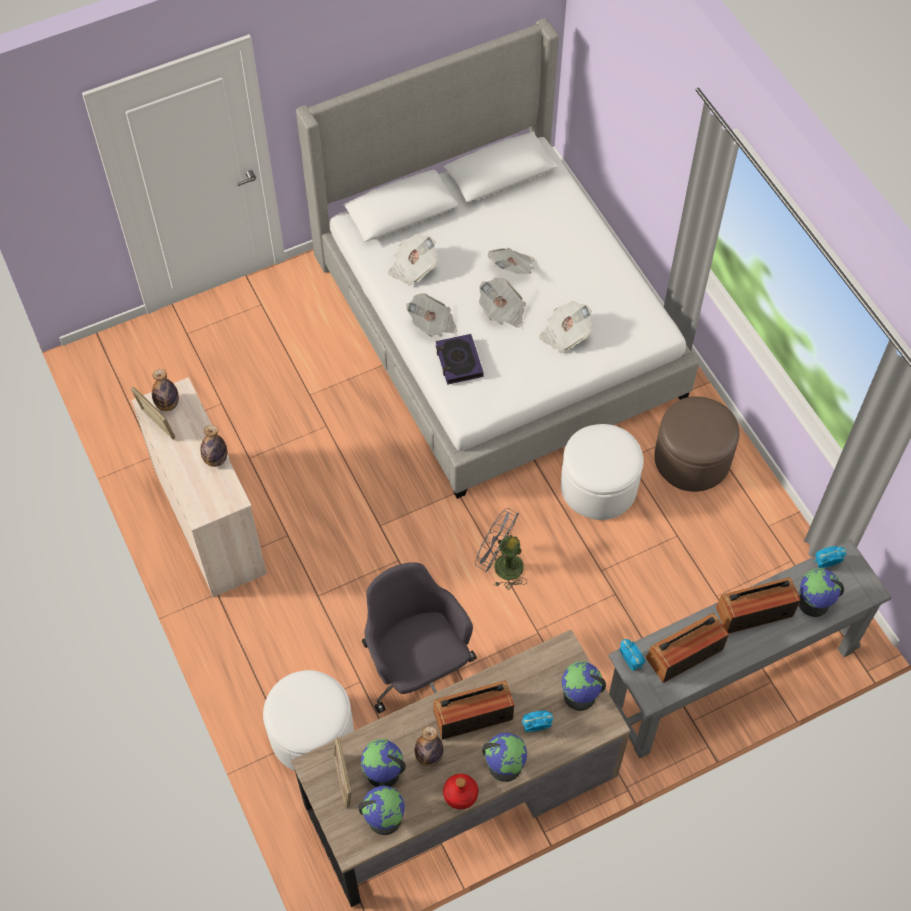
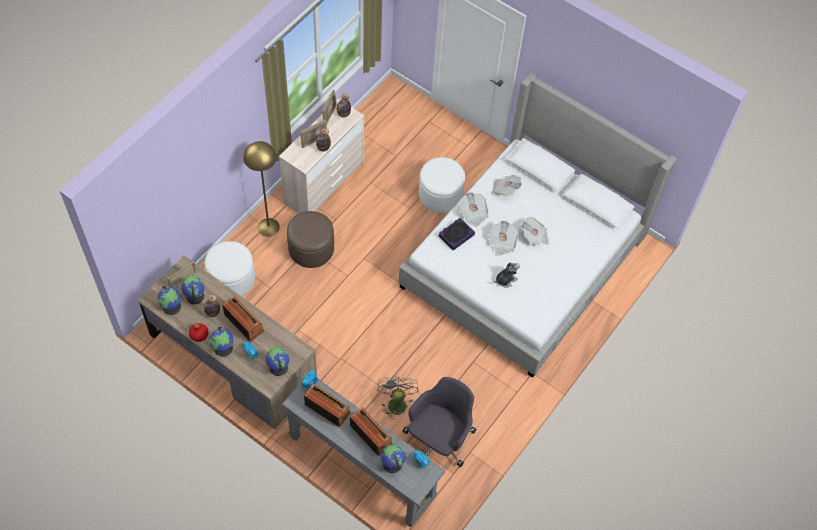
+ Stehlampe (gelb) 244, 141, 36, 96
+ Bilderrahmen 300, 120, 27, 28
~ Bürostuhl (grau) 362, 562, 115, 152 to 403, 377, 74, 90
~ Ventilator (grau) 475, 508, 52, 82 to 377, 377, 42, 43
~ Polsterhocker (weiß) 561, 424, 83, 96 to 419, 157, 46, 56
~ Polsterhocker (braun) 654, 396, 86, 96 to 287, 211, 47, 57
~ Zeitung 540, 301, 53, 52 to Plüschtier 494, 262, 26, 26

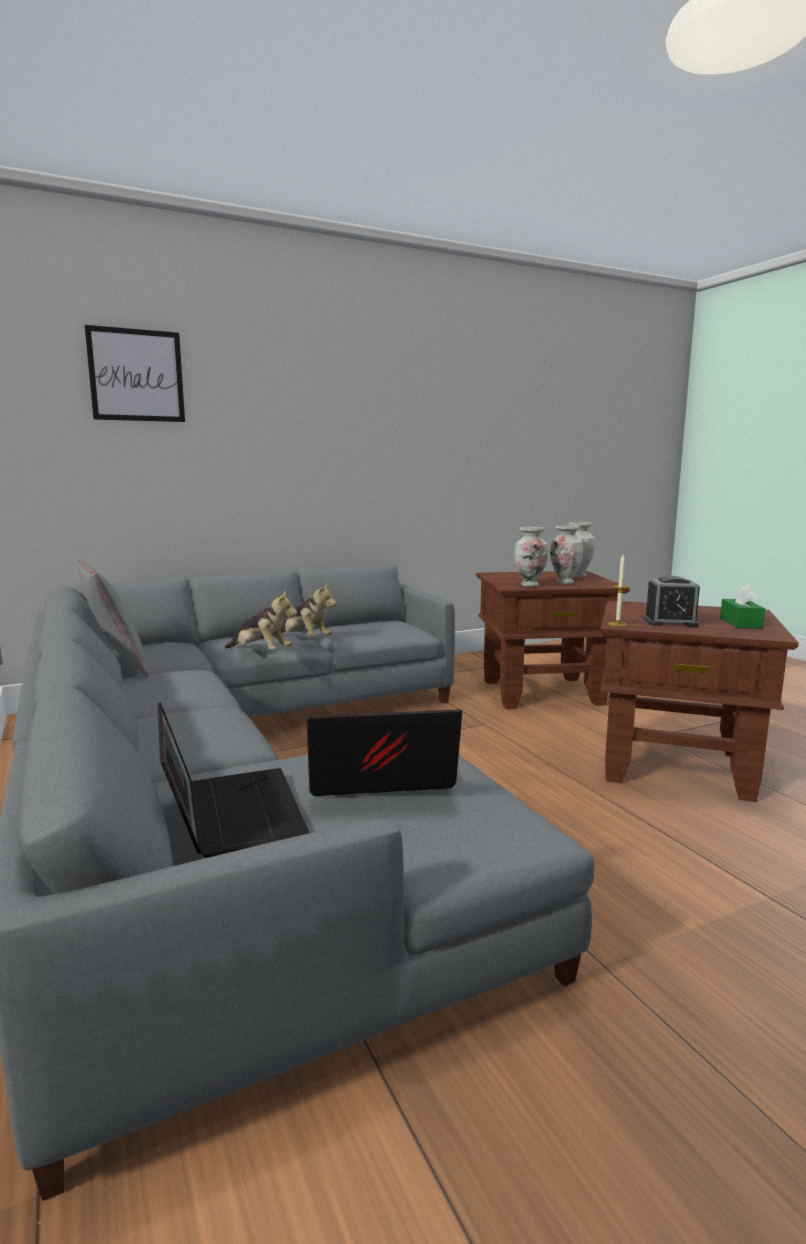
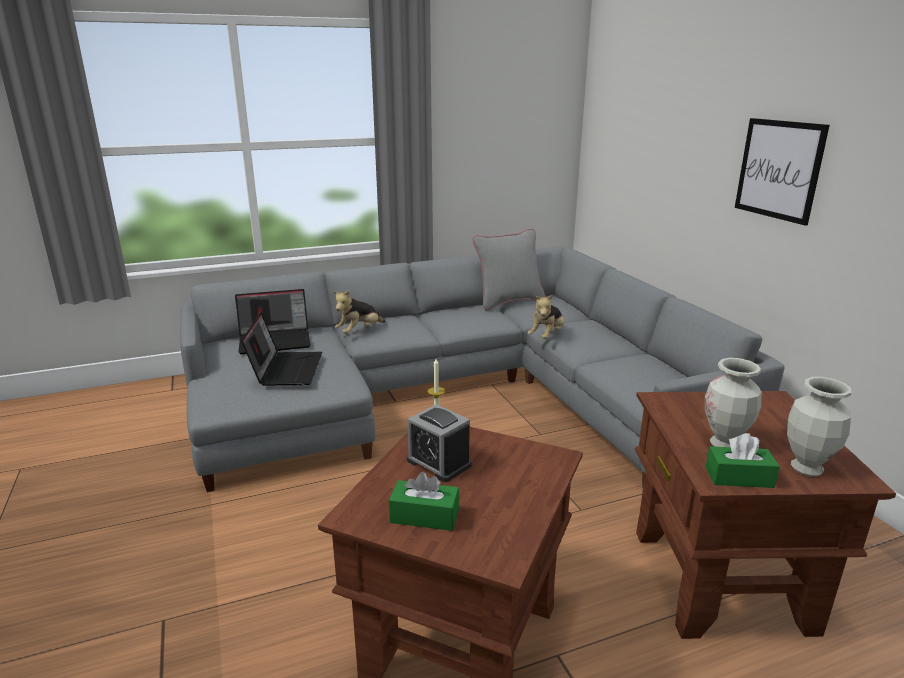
- Vase 514, 527, 34, 60
+ Taschentuchbox (grün) 706, 433, 74, 55
~ Bild 85, 325, 100, 97 to 735, 118, 95, 108
~ Plüschtier 280, 583, 57, 55 to 333, 290, 52, 44
~ Wecker 644, 576, 56, 51 = 407, 404, 65, 78 60 degrees counterclockwise

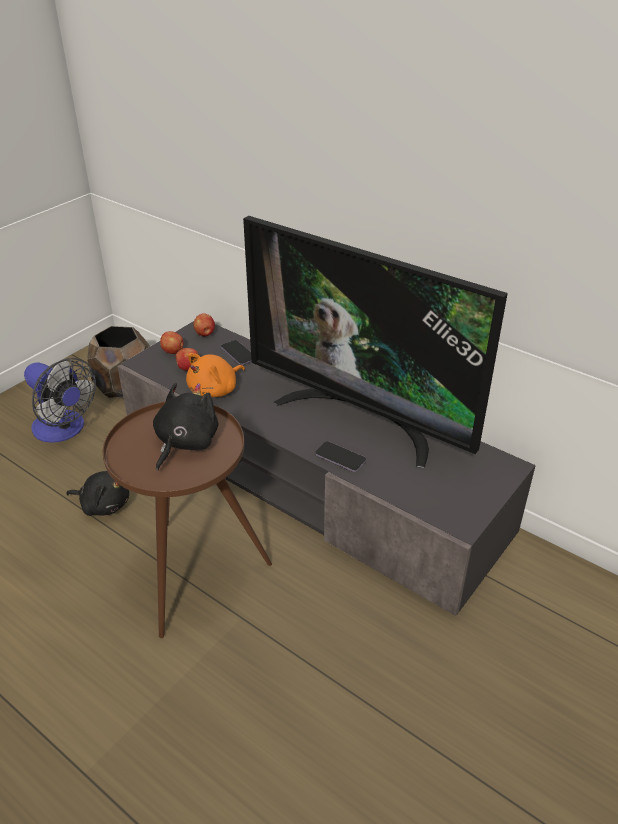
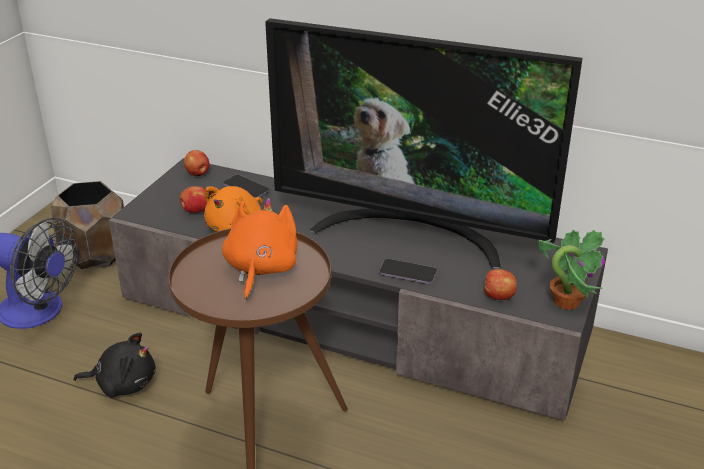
+ Topfpflanze 538, 229, 67, 81
~ Apfel 160, 331, 24, 23 to 484, 269, 33, 31
~ Plüschtier (schwarz) 153, 383, 66, 88 to Plüschtier (orange) 222, 198, 76, 102

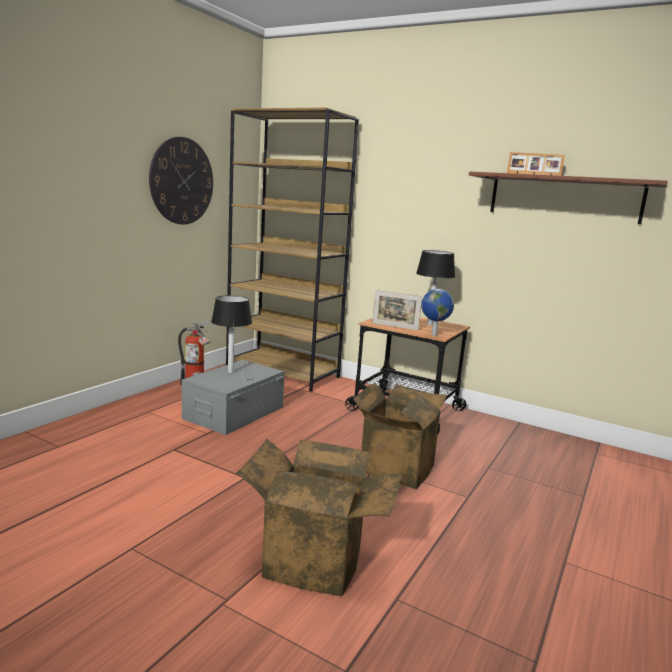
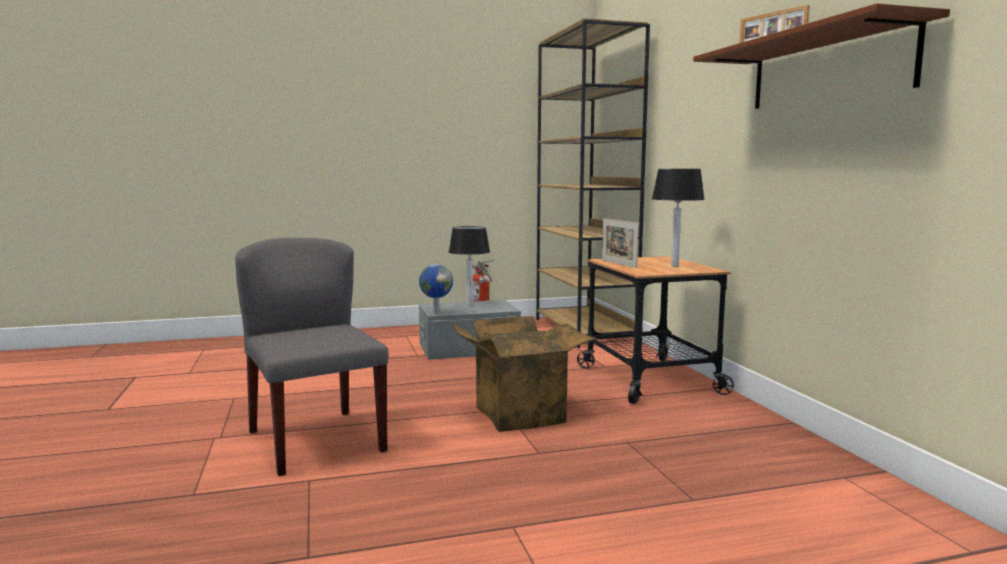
- Wanduhr 149, 137, 64, 88
~ Globus 421, 289, 33, 47 to 419, 264, 34, 50
~ Karton 236, 439, 166, 157 to Stuhl (grau) 235, 238, 154, 238

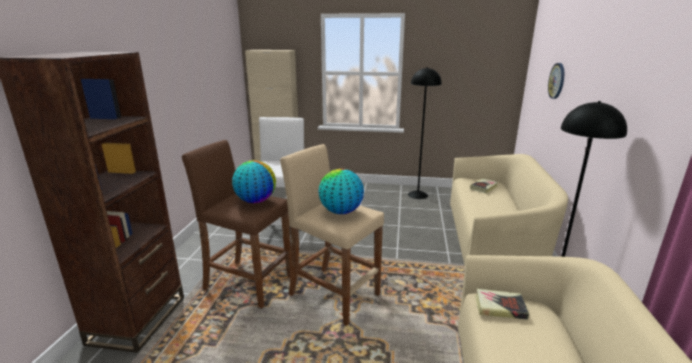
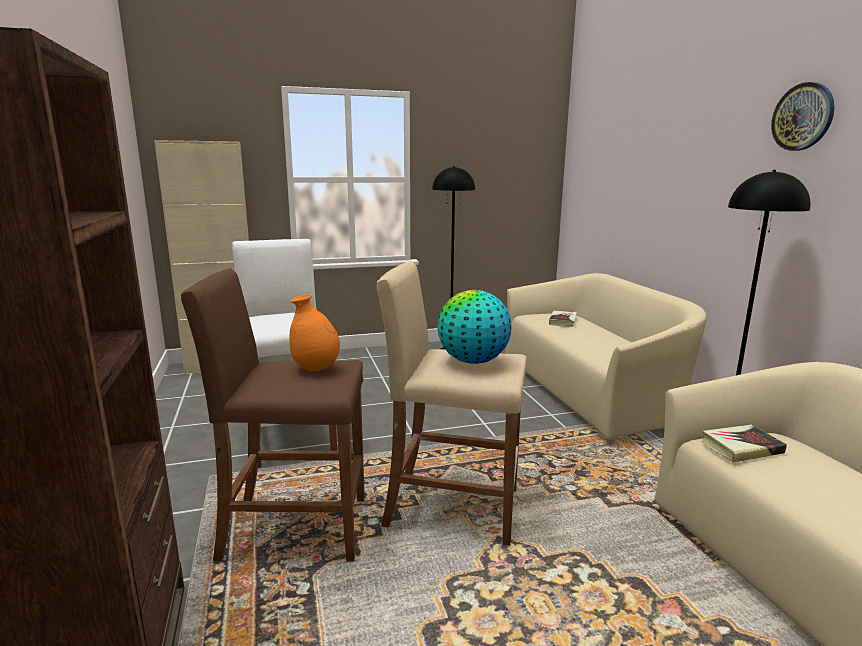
~ Wanduhr 548, 63, 16, 36 to 771, 82, 63, 69
~ Globus 232, 160, 44, 43 to Vase (orange) 289, 294, 51, 77

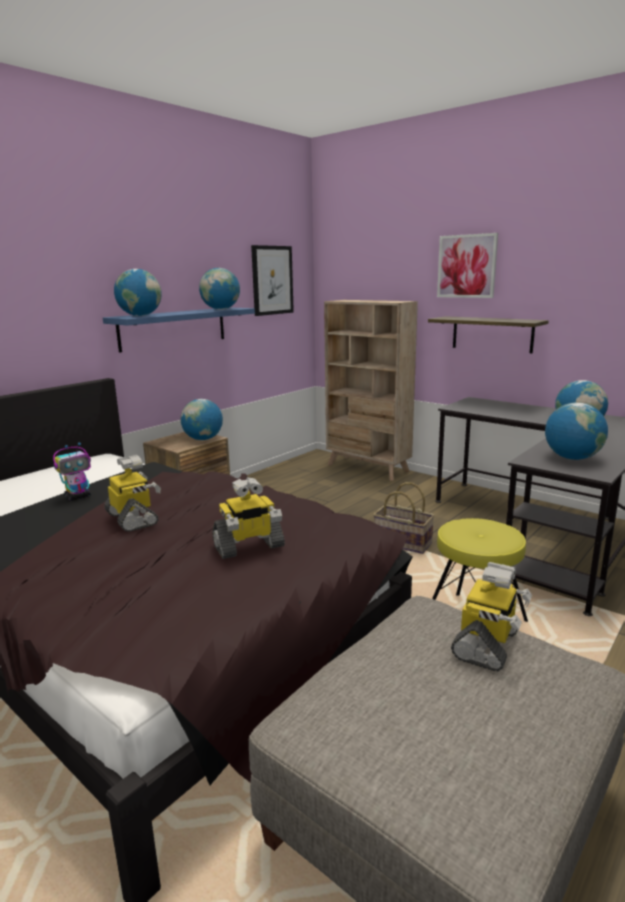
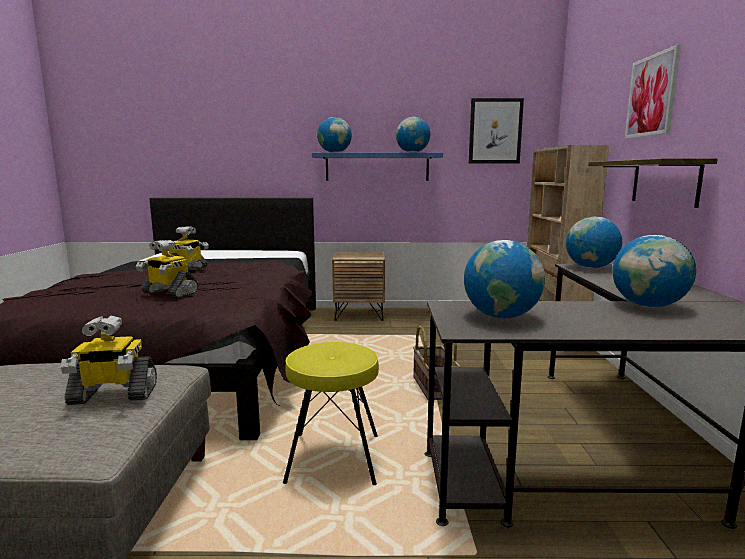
- Spielzeugroboter 53, 443, 38, 58
~ Globus 180, 399, 43, 41 to 566, 217, 56, 51

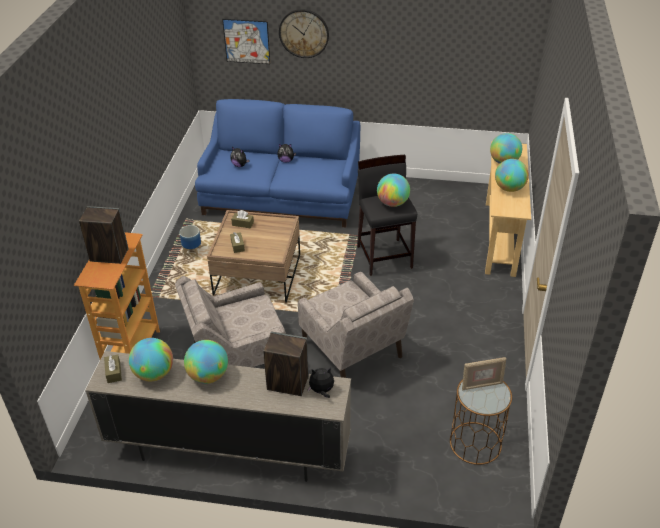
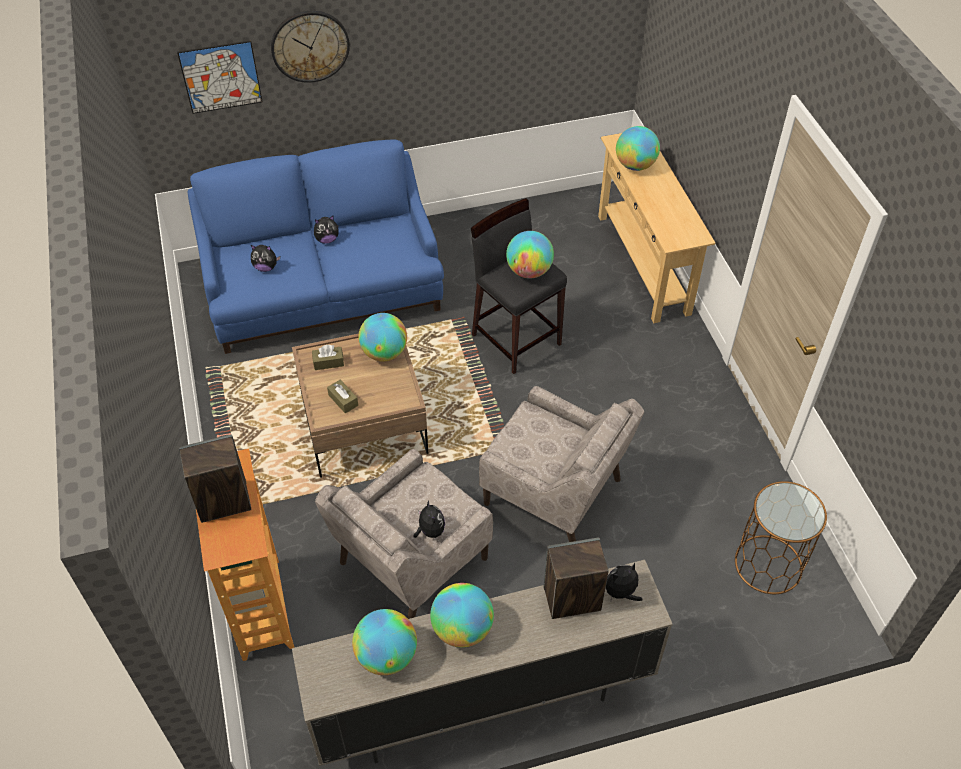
- Taschentuchbox (braun) 104, 355, 18, 28
- Pflanzkübel 179, 225, 22, 32
- Bilderrahmen 462, 357, 44, 33
+ Plüschtier 414, 500, 31, 38
~ Globus 495, 159, 34, 33 to 358, 313, 49, 48

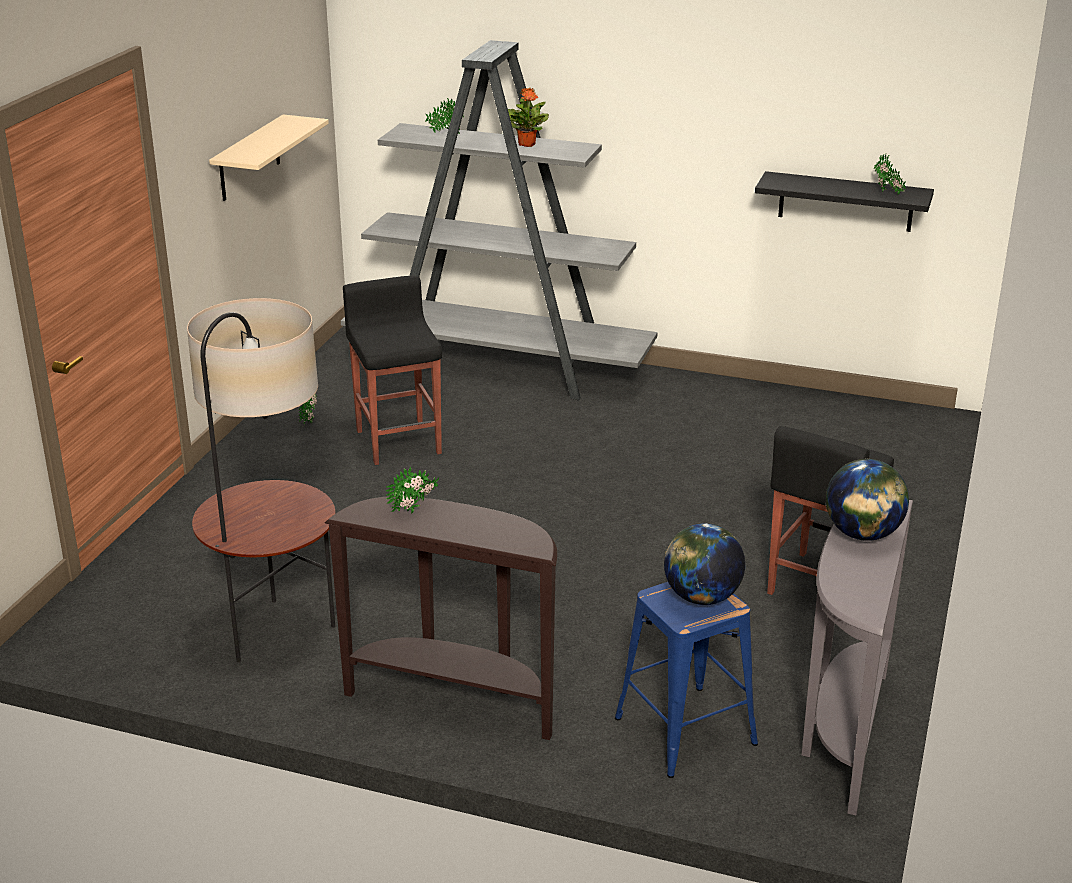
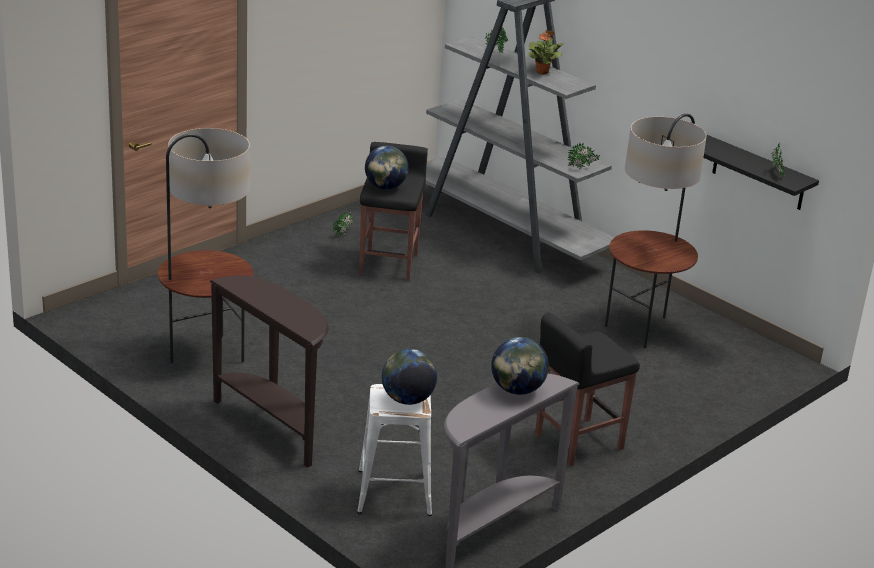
- Wandregal (beige) 209, 114, 120, 87
+ Globus 365, 145, 44, 45
+ Stehlampe 605, 114, 101, 234
~ Topfpflanze 385, 466, 54, 48 to 568, 143, 32, 27
~ Hocker (blau) 615, 582, 143, 196 to Hocker (weiß) 357, 384, 75, 132

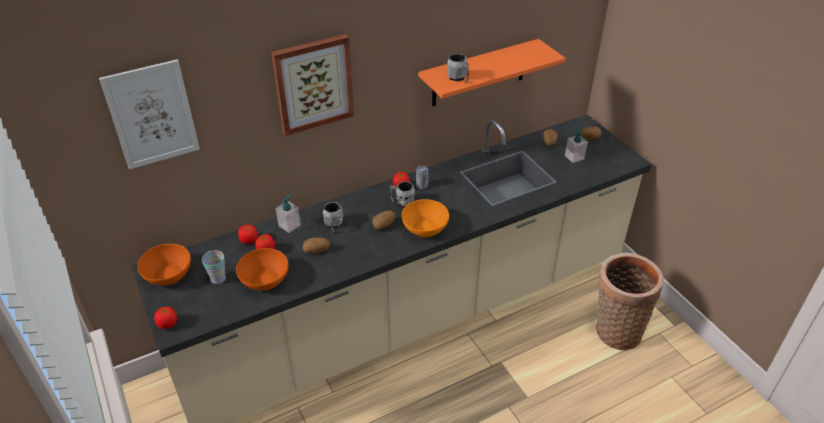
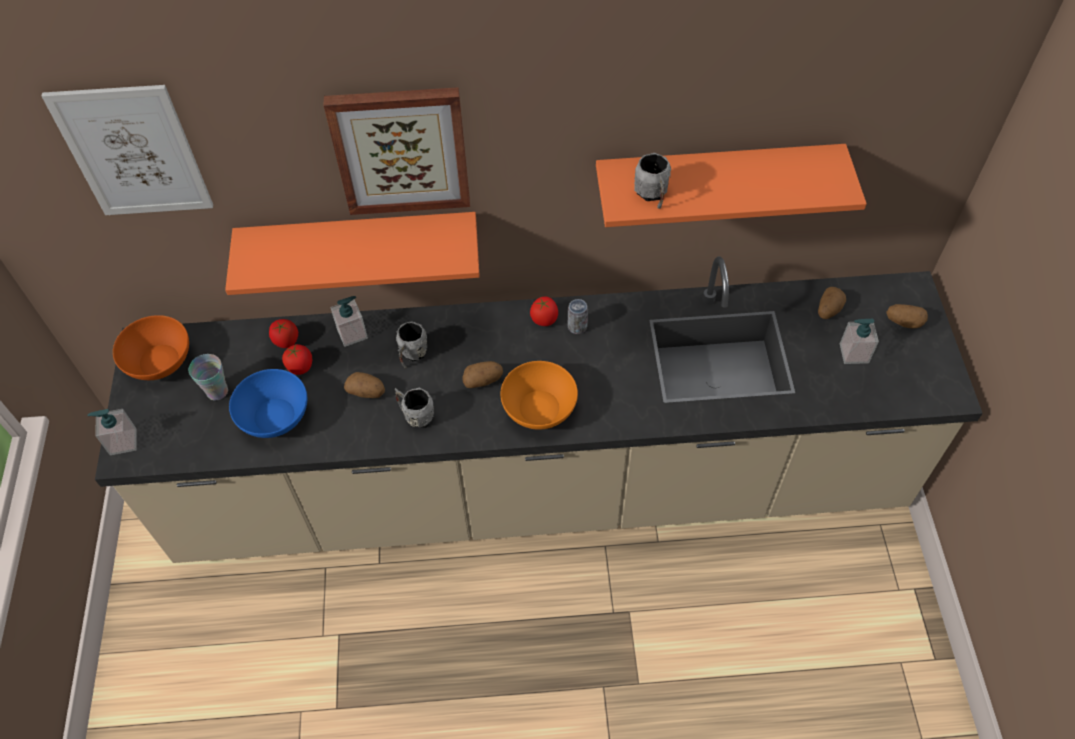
- Korb 596, 253, 68, 97
+ Wandregal (orange) 225, 212, 255, 83
~ Henkelbecher (grau) 390, 181, 25, 26 to 395, 387, 39, 41
~ Tomate 154, 306, 23, 23 to Seifenspender 88, 409, 49, 46
~ Schüssel (orange) 236, 248, 53, 43 to Schüssel (blau) 229, 369, 78, 69

